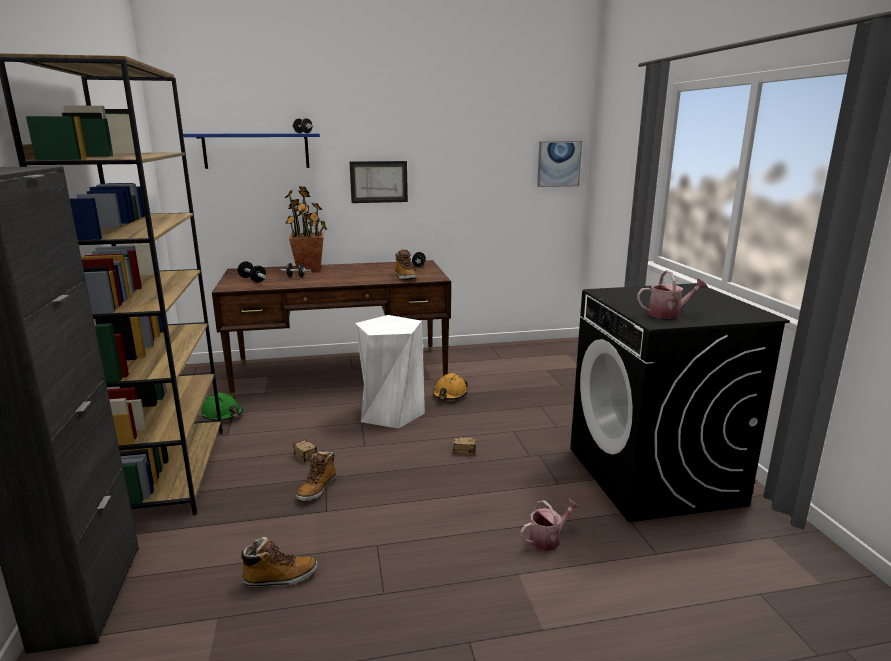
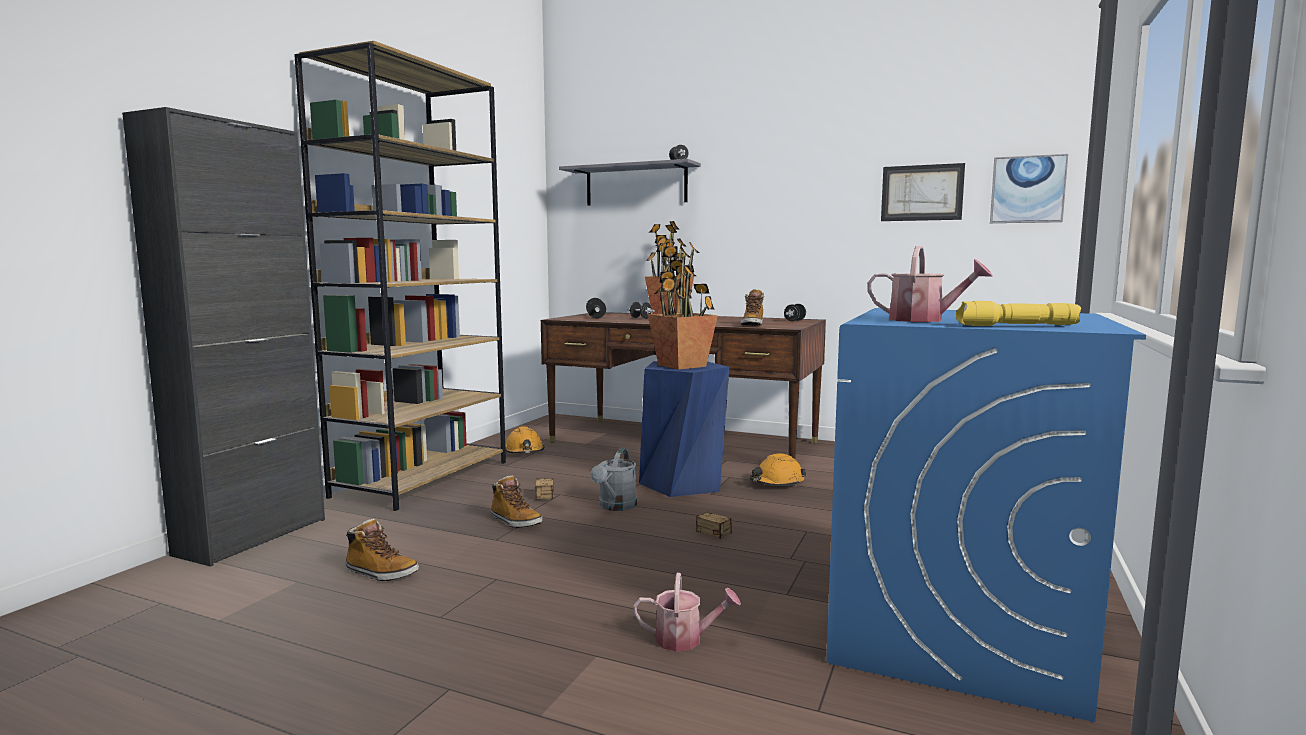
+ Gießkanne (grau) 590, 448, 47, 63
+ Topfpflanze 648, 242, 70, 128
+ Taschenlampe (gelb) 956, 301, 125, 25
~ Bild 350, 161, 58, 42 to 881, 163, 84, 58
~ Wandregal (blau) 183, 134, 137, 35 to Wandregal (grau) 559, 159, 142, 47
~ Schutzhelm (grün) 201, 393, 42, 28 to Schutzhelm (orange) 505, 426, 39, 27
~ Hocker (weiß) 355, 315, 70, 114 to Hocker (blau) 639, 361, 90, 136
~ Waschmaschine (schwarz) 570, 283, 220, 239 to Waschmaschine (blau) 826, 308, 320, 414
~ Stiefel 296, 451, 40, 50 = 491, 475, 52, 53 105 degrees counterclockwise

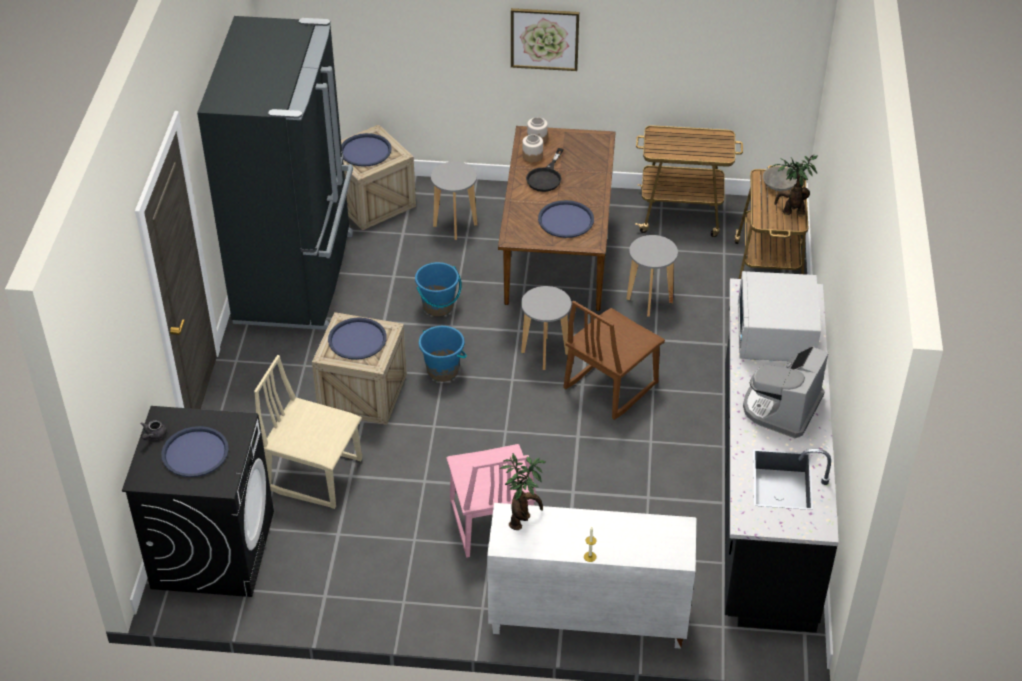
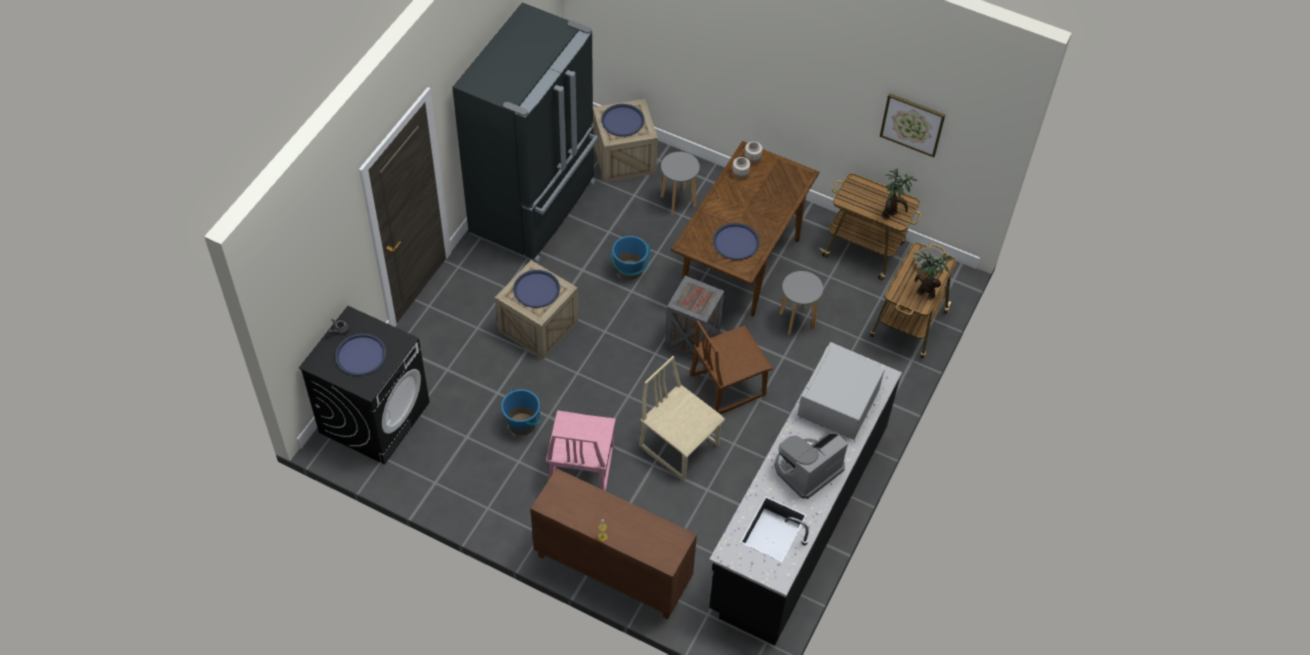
- Pfanne (schwarz) 526, 148, 37, 44
~ Stuhl (beige) 254, 355, 108, 154 to 639, 356, 86, 125
~ Eimer (blau) 419, 326, 48, 56 to 501, 389, 40, 46
~ Topfpflanze 500, 453, 45, 77 to 881, 169, 36, 51
~ Bild 511, 8, 68, 63 to 880, 93, 65, 64
~ Hocker (grau) 521, 286, 50, 84 to Kiste 665, 276, 59, 86
~ Schrank (weiß) 487, 503, 209, 146 to Schrank (braun) 530, 468, 167, 152

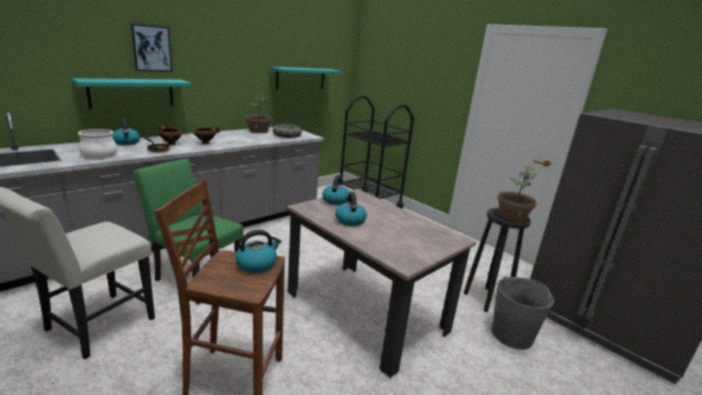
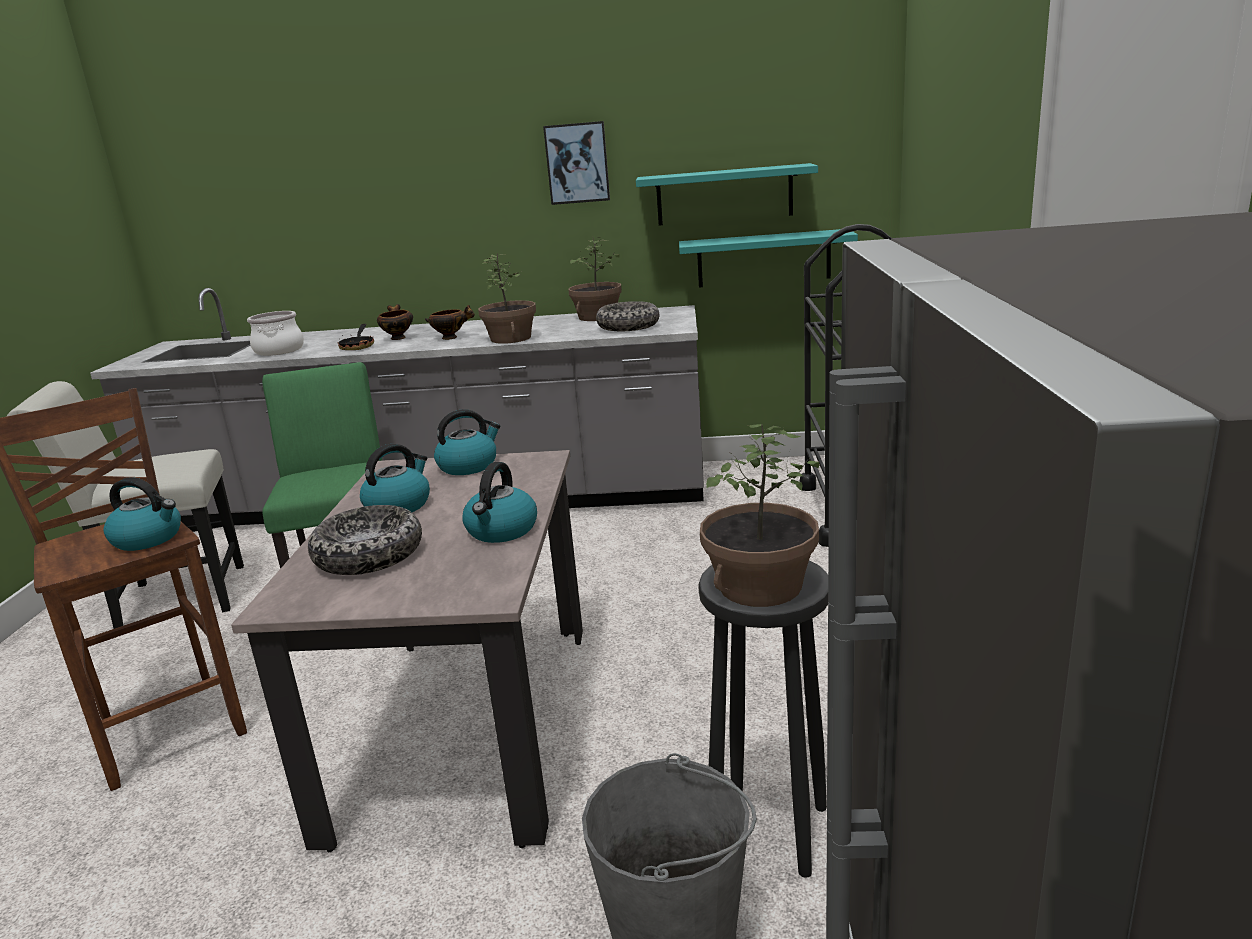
+ Schüssel 308, 505, 114, 70
+ Topfpflanze 478, 253, 58, 91
~ Wandregal (türkis) 71, 78, 121, 31 to 679, 229, 179, 59
~ Wasserkessel 112, 119, 28, 26 to 462, 462, 75, 81
~ Bild 131, 24, 41, 48 to 543, 121, 67, 84

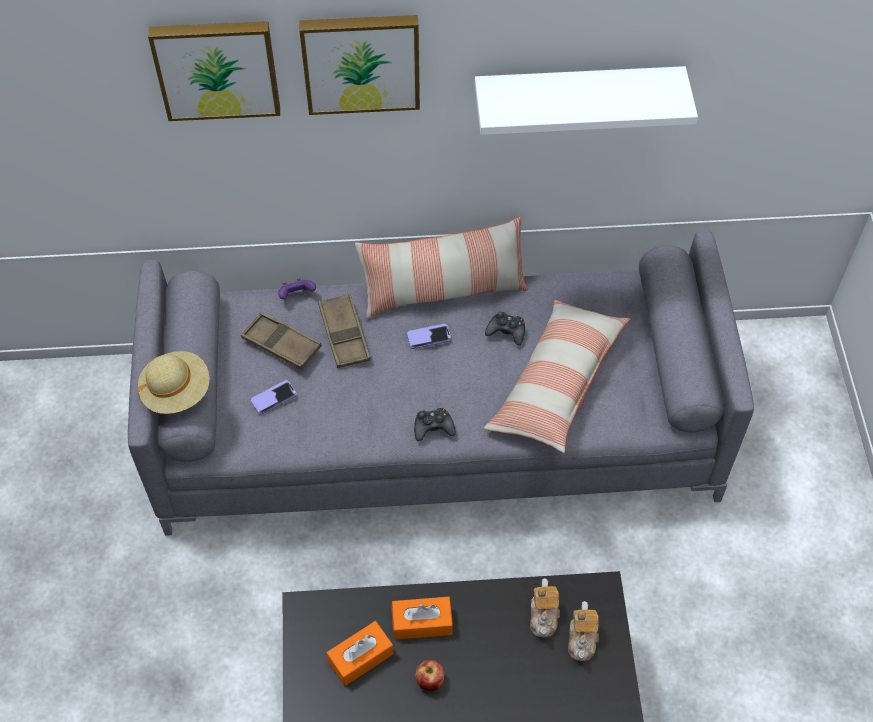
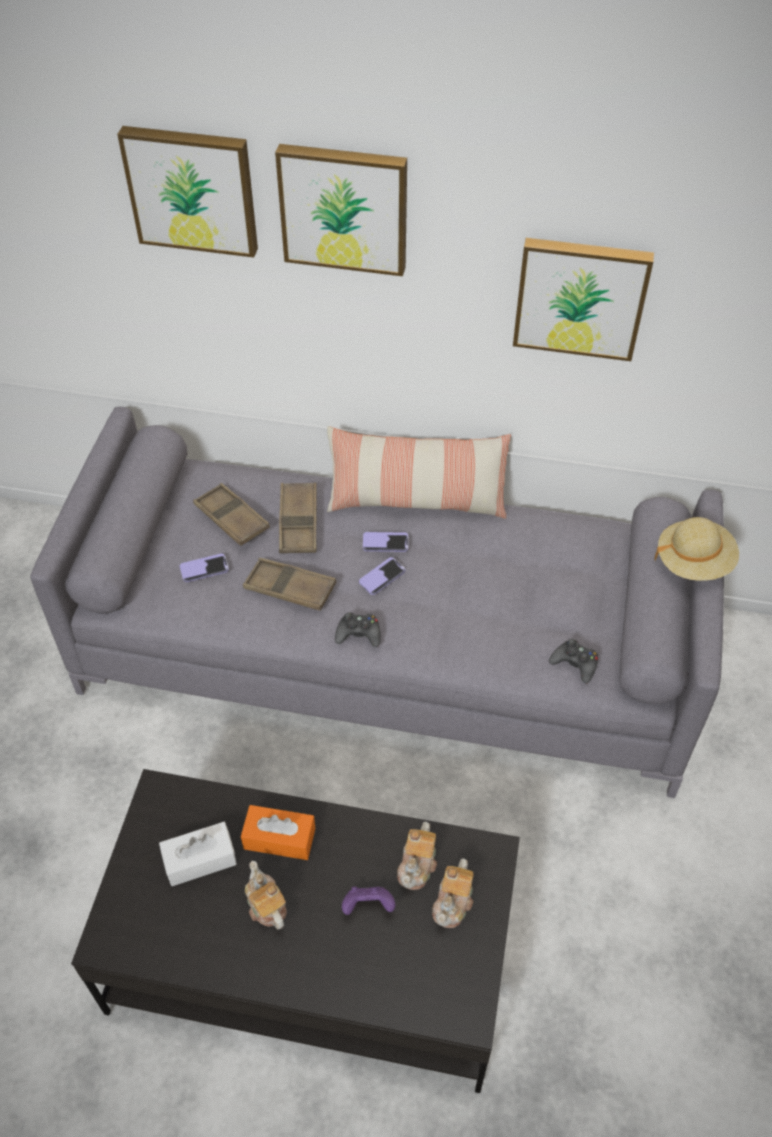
- Kissen 484, 300, 147, 153
+ Tablett (braun) 243, 558, 93, 53
+ Handy 359, 557, 46, 38
~ Hut (beige) 138, 351, 71, 63 to 654, 517, 85, 64
~ Gamepad (lila) 278, 278, 38, 21 to 342, 886, 53, 29
~ Gamepad (schwarz) 485, 312, 40, 34 to 549, 639, 49, 44
~ Apfel 415, 660, 29, 31 to Teekanne 245, 861, 42, 69
~ Wandregal (weiß) 475, 66, 223, 69 to Bild 513, 238, 141, 123
~ Taschentuchbox (orange) 327, 621, 67, 65 to Taschentuchbox (weiß) 159, 822, 78, 64

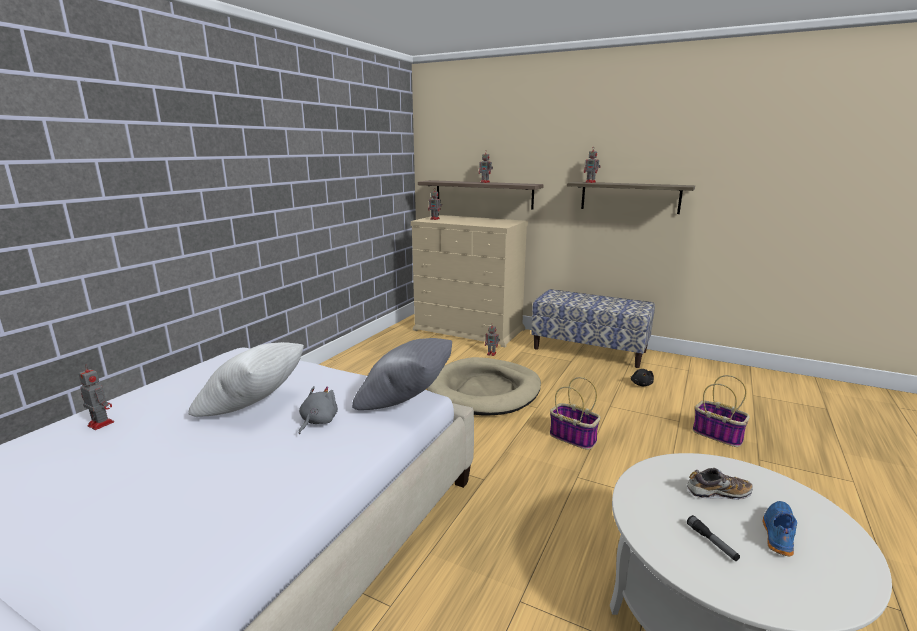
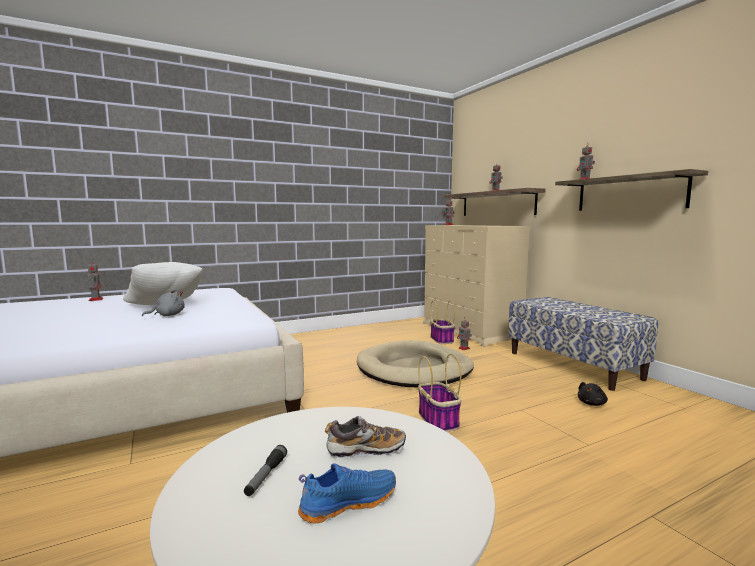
- Kissen (grau) 352, 338, 100, 72
~ Korb 692, 375, 58, 72 to 430, 300, 25, 44
~ Schuh 687, 468, 66, 31 = 325, 416, 81, 42 45 degrees counterclockwise

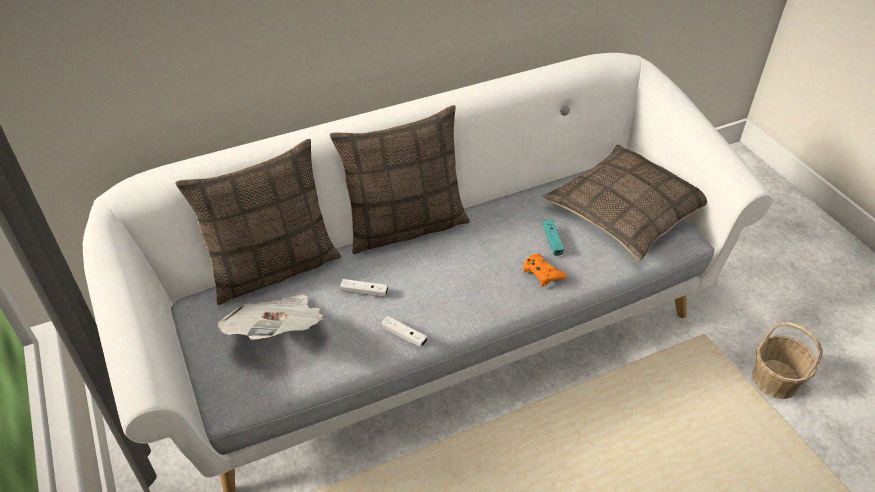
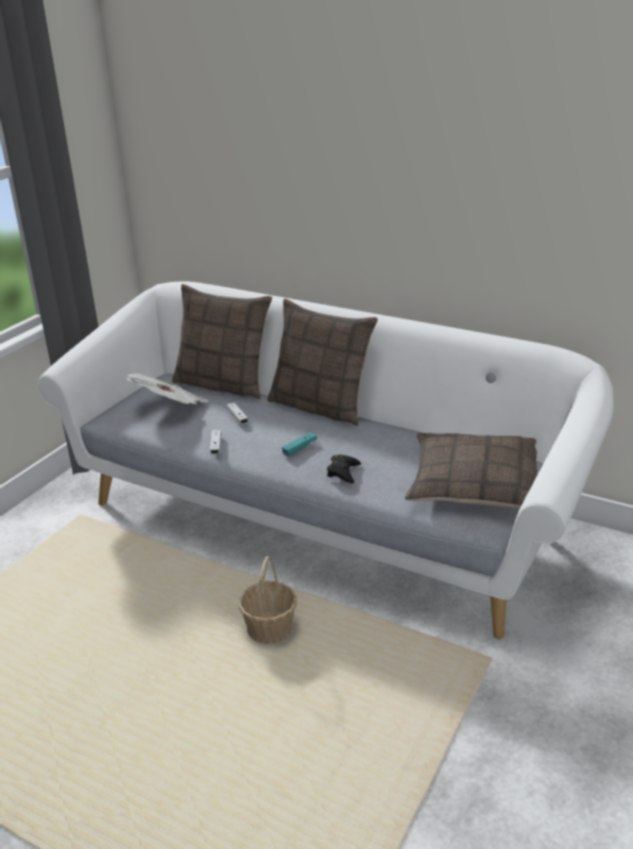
~ Gamepad (türkis) 543, 220, 21, 36 to 282, 432, 35, 24
~ Korb 752, 322, 71, 77 to 239, 556, 58, 88
~ Gamepad (orange) 523, 254, 45, 33 to Gamepad (schwarz) 327, 454, 34, 29

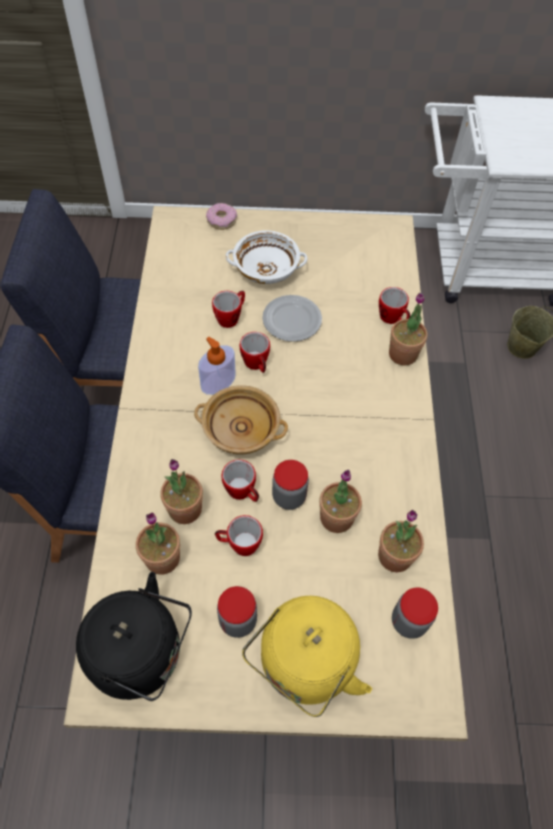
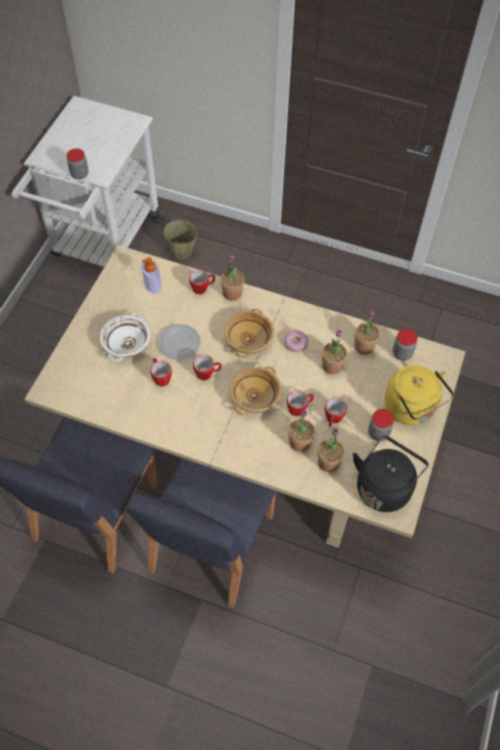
+ Schüssel (beige) 224, 309, 50, 49
~ Seifenspender 198, 337, 38, 58 to 142, 257, 19, 37
~ Donut 206, 203, 31, 27 to 284, 330, 25, 22
~ Vorratsglas 272, 460, 37, 50 to 67, 148, 21, 31

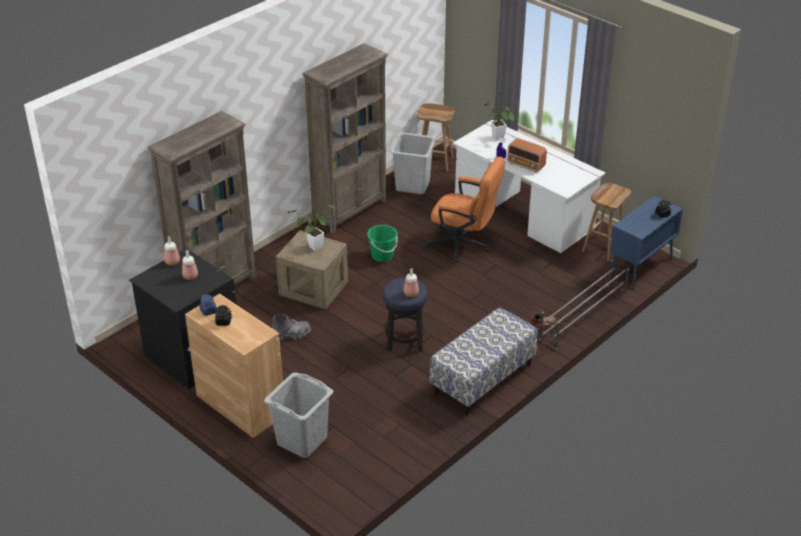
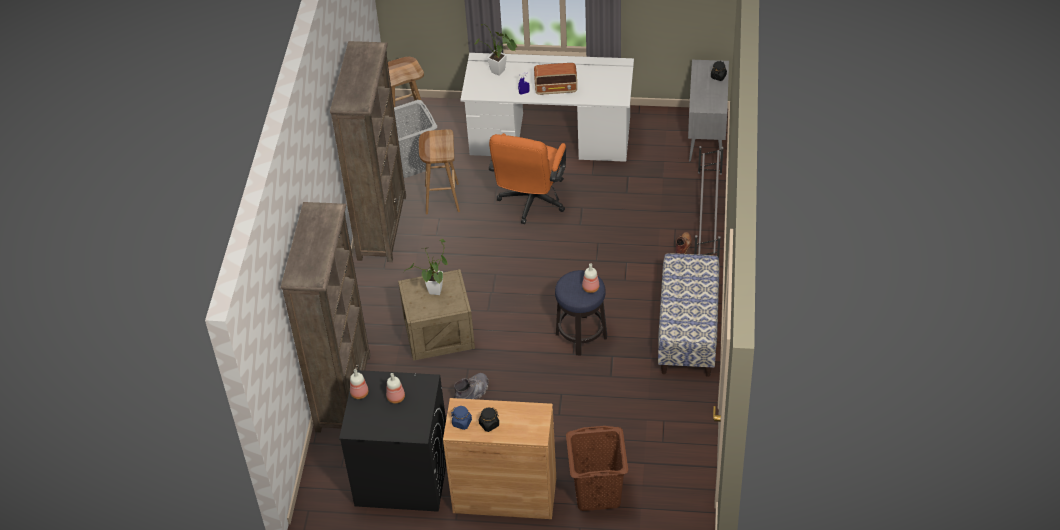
- Eimer (grün) 367, 225, 31, 37
~ Hocker (braun) 582, 183, 49, 78 to 419, 129, 41, 85
~ Wäschekorb (grau) 264, 373, 69, 85 to Wäschekorb (braun) 566, 426, 62, 85
~ Schrank (blau) 610, 196, 73, 93 to Schrank (grau) 688, 60, 41, 102
~ Bürostuhl (orange) 425, 157, 80, 105 = 489, 133, 77, 91 120 degrees clockwise

